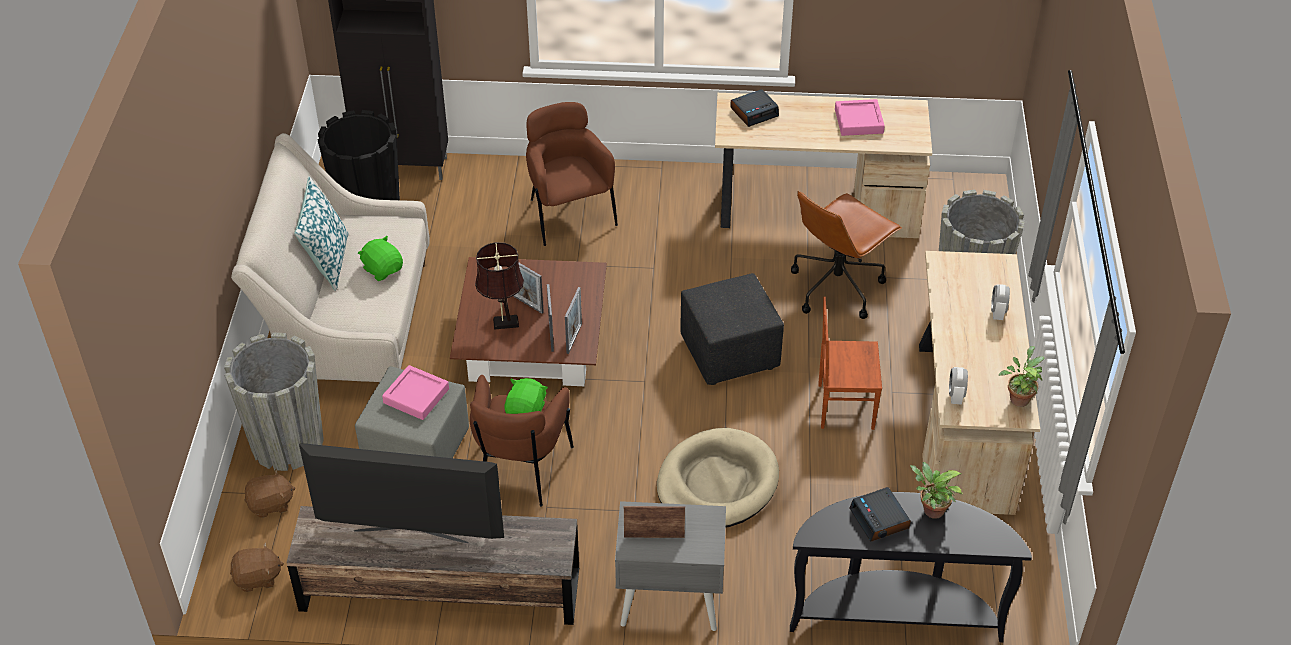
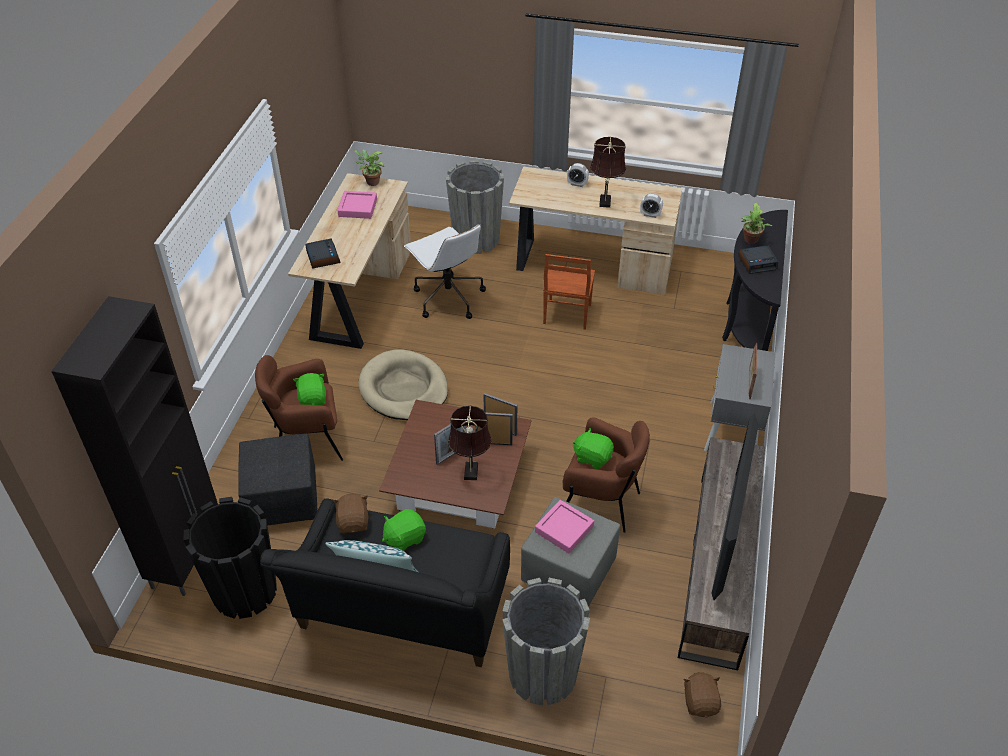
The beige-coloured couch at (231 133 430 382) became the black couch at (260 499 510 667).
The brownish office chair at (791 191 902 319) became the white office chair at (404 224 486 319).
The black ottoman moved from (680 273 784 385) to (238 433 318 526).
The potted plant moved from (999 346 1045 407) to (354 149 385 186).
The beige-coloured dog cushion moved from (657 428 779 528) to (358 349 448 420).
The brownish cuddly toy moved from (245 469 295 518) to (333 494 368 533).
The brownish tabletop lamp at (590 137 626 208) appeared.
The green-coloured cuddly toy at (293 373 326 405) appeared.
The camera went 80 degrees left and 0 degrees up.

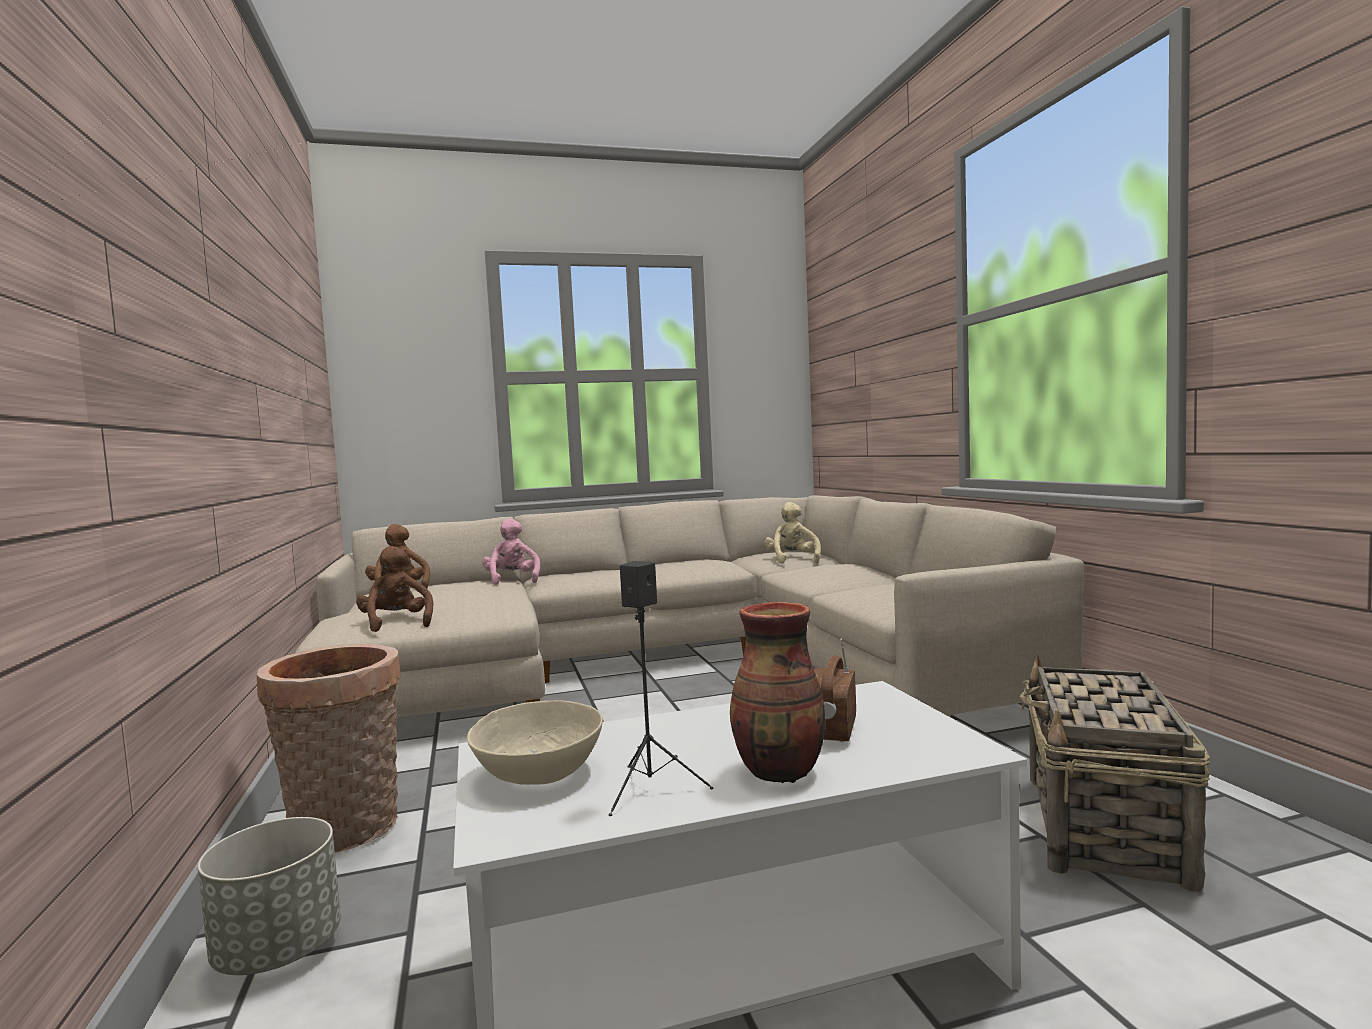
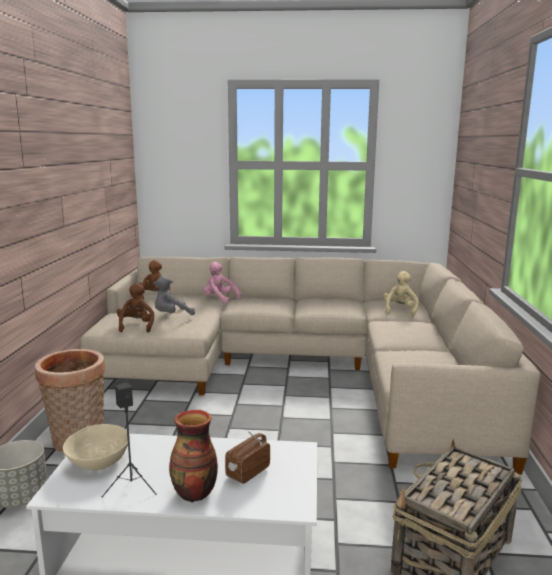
The pink-coloured cuddly toy at (482 518 540 585) turned 60 degrees counterclockwise.
The gray cuddly toy at (153 276 195 315) appeared.
The camera went 20 degrees right and 10 degrees up.

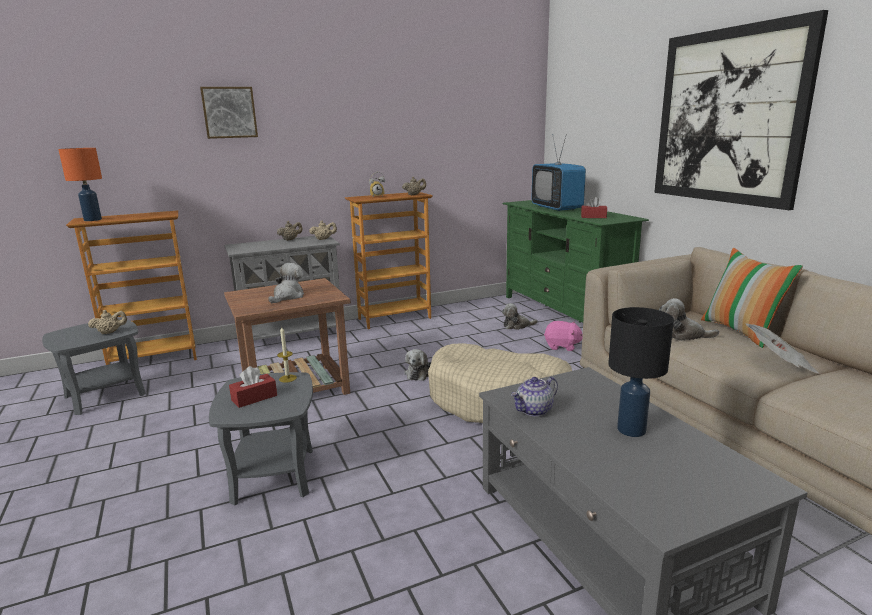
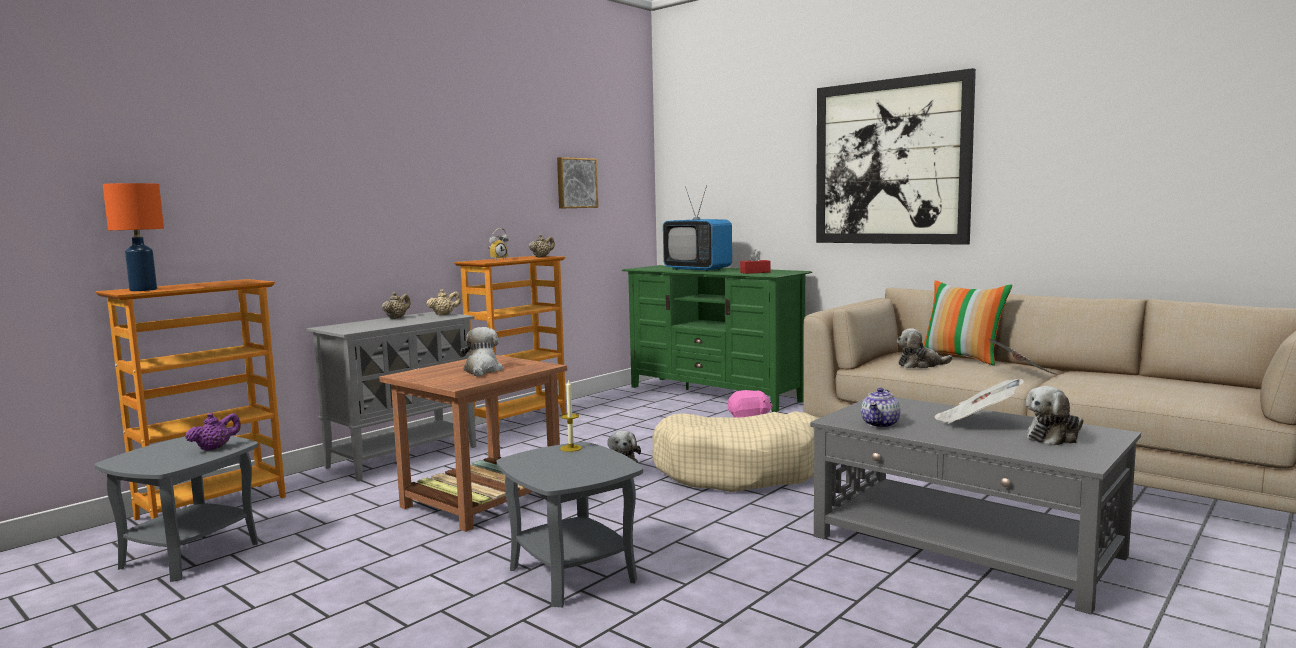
The picture moved from (200 87 258 139) to (557 157 598 209).
The cuddly toy moved from (502 303 538 330) to (1026 386 1083 446).
The black tabletop lamp at (608 307 674 437) was replaced by the printed paper at (934 379 1024 424).
The beige-coloured pot for tea at (88 310 127 334) became the purple pot for tea at (185 413 241 451).
The red-coloured tissue box at (229 366 277 408) disappeared.
The camera went 25 degrees left and 10 degrees down.

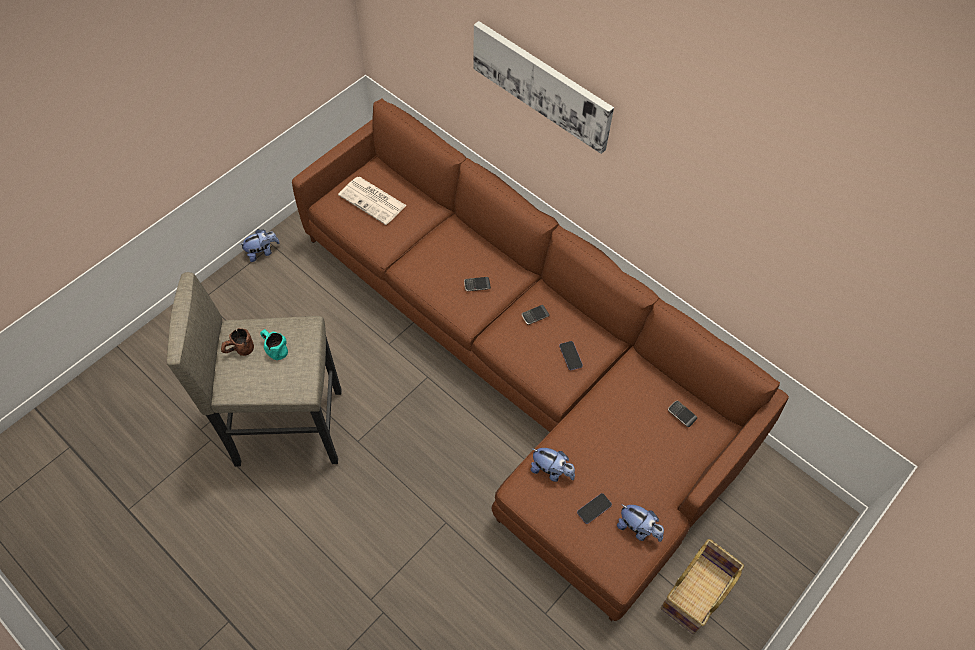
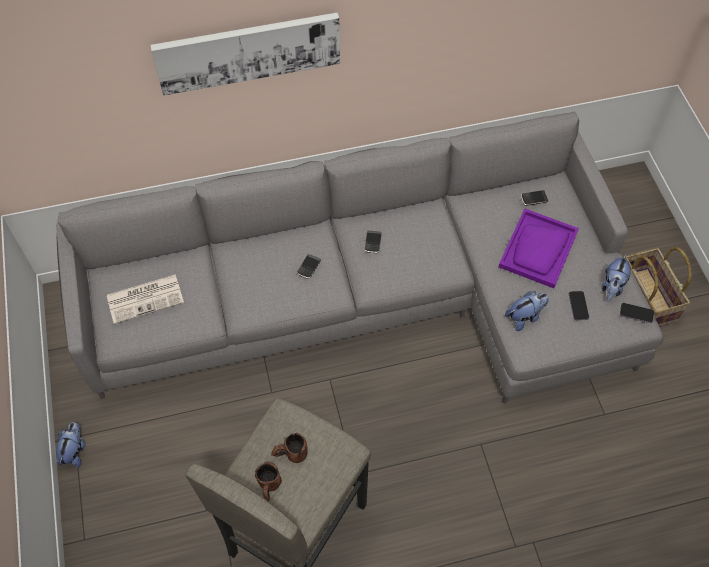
The brownish couch at (292 98 789 621) became the gray couch at (56 111 663 403).
The turquoise-coloured mug at (260 329 288 360) became the brownish mug at (271 433 307 463).
The telephone moved from (559 341 583 370) to (620 303 654 323).
The cuddly toy at (617 504 664 542) turned 135 degrees clockwise.
The purple serving tray at (498 209 579 288) appeared.
The camera went 55 degrees left and 0 degrees up.

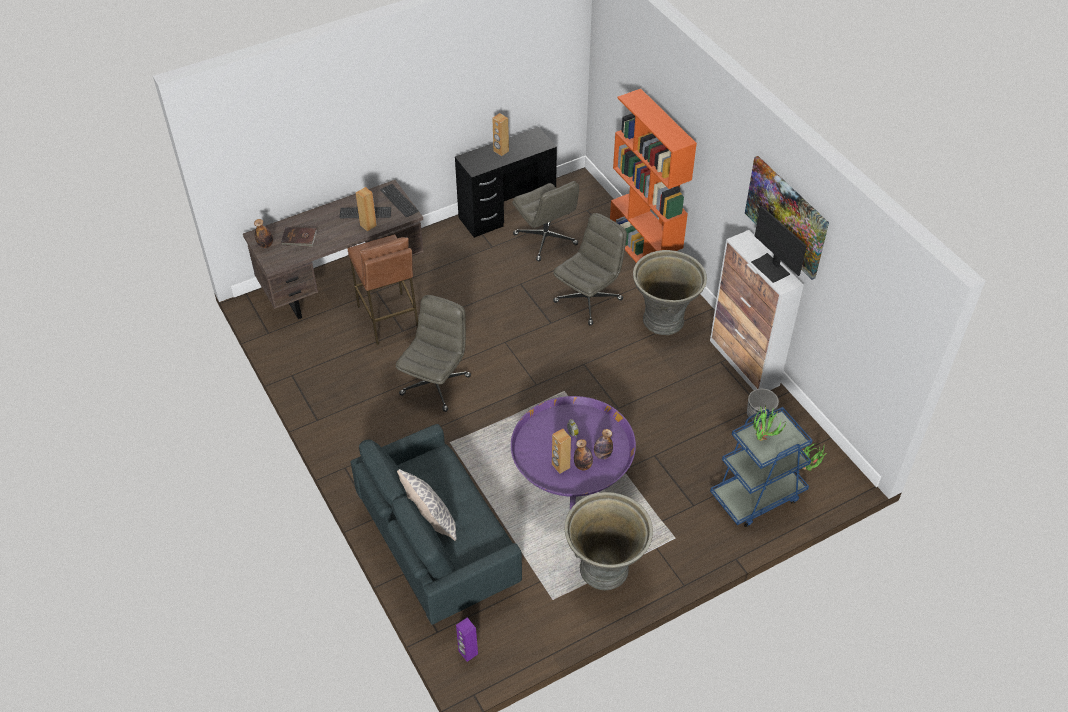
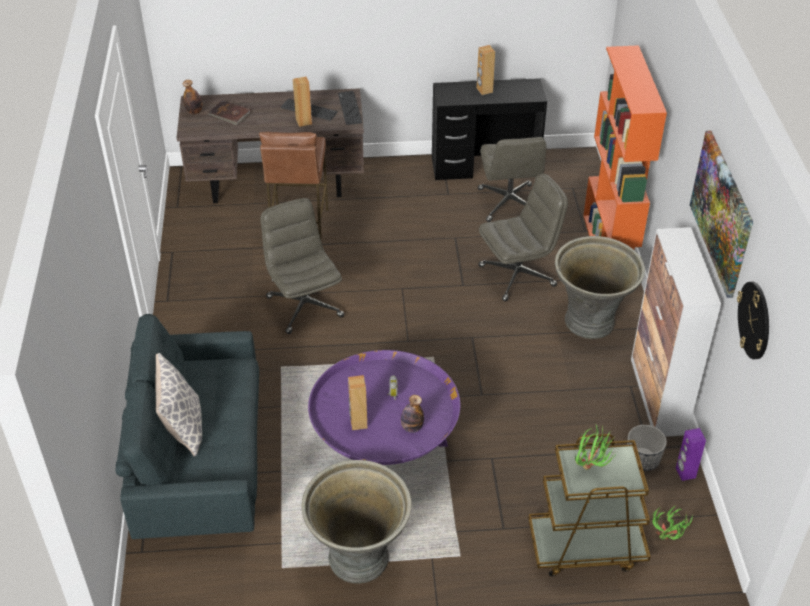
The monitor at (751 206 807 283) disappeared.
The gray office chair at (396 295 471 412) turned 75 degrees counterclockwise.
The blue cart at (710 407 813 527) became the brownish cart at (528 434 651 577).
The drink bottle at (574 439 593 471) disappeared.
The purple loudspeaker moved from (456 617 478 662) to (676 428 706 481).
The clock on the wall at (737 282 769 359) appeared.
The camera went 25 degrees right and 5 degrees down.

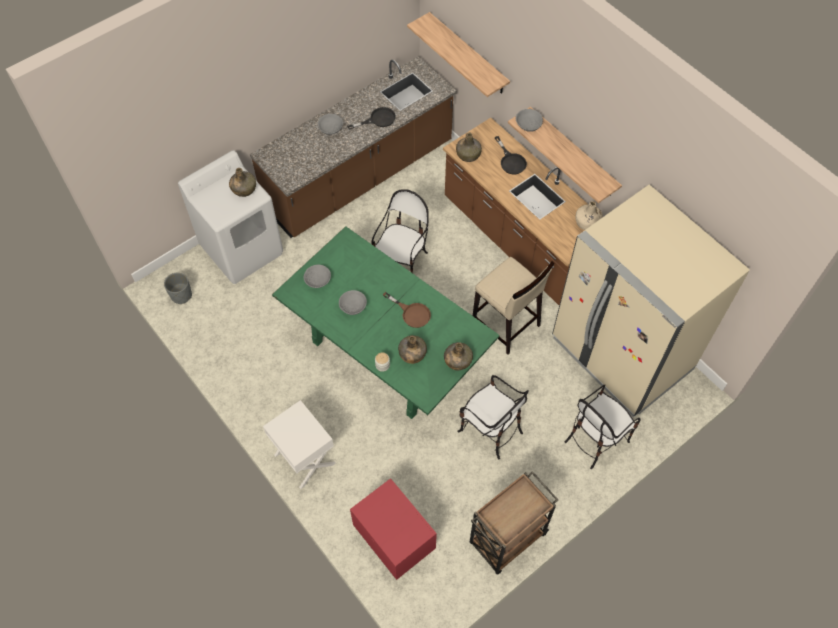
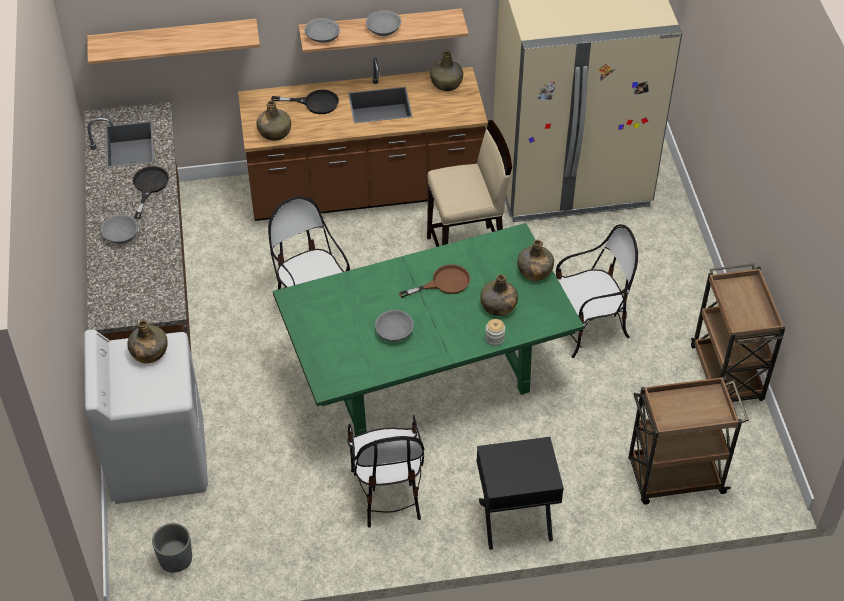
The beige-coloured drink bottle at (575 201 603 230) became the green-coloured drink bottle at (430 51 463 91).
The gray bowl moved from (304 265 331 288) to (366 10 401 36).
The upright chair moved from (565 384 641 469) to (347 415 424 527).
The white night table at (263 400 336 489) became the black night table at (476 437 564 550).
The red-coloured night table at (350 478 437 580) was replaced by the brownish cart at (628 377 749 505).
The camera went 60 degrees left and 10 degrees down.

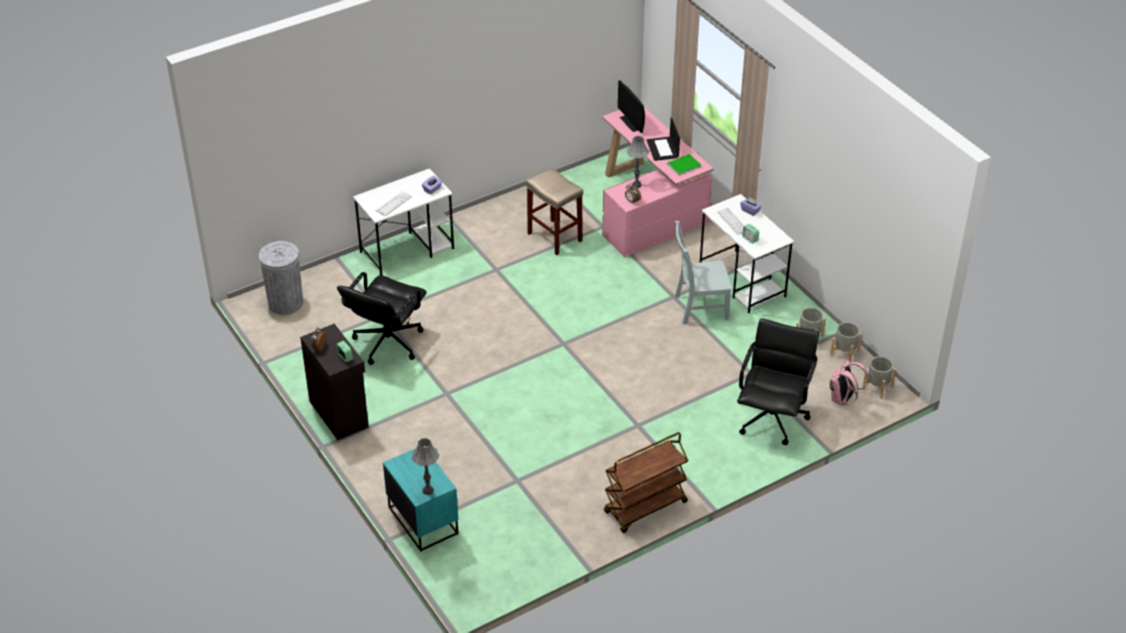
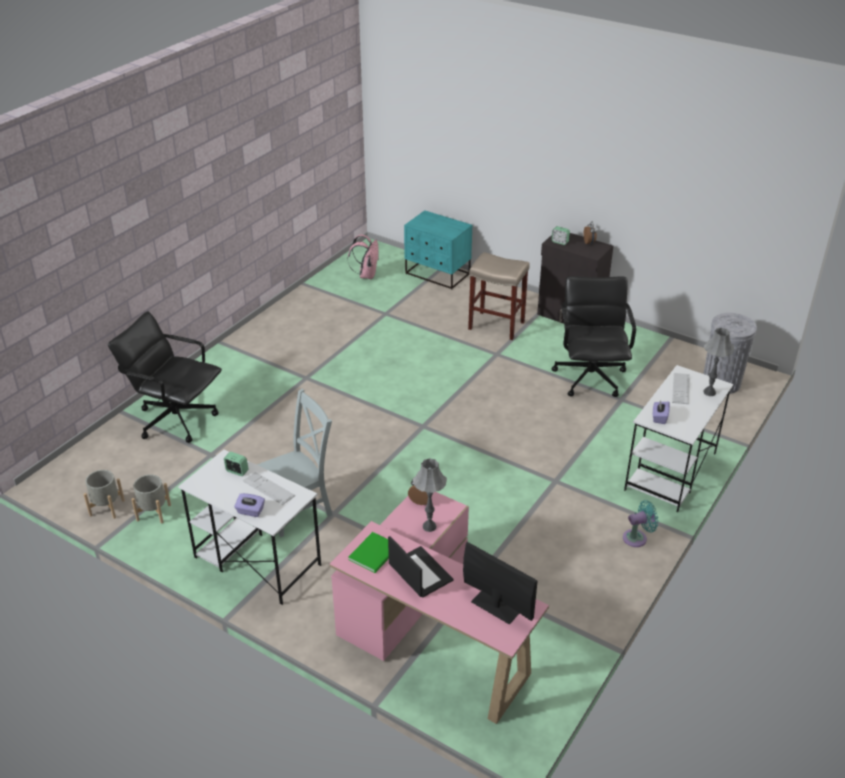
The beige-coloured stool seat moved from (526 167 583 255) to (468 252 530 340).
The black office chair at (737 319 819 445) turned 120 degrees clockwise.
The gray flower pot at (862 356 896 399) disappeared.
The pink-coloured rucksack moved from (830 360 869 406) to (347 234 379 280).
The brownish cart at (604 432 689 533) disappeared.
The gray tabletop lamp moved from (412 438 439 495) to (703 328 734 396).
The turquoise-coloured electric fan at (623 500 658 547) appeared.
The camera went 155 degrees right and 5 degrees down.

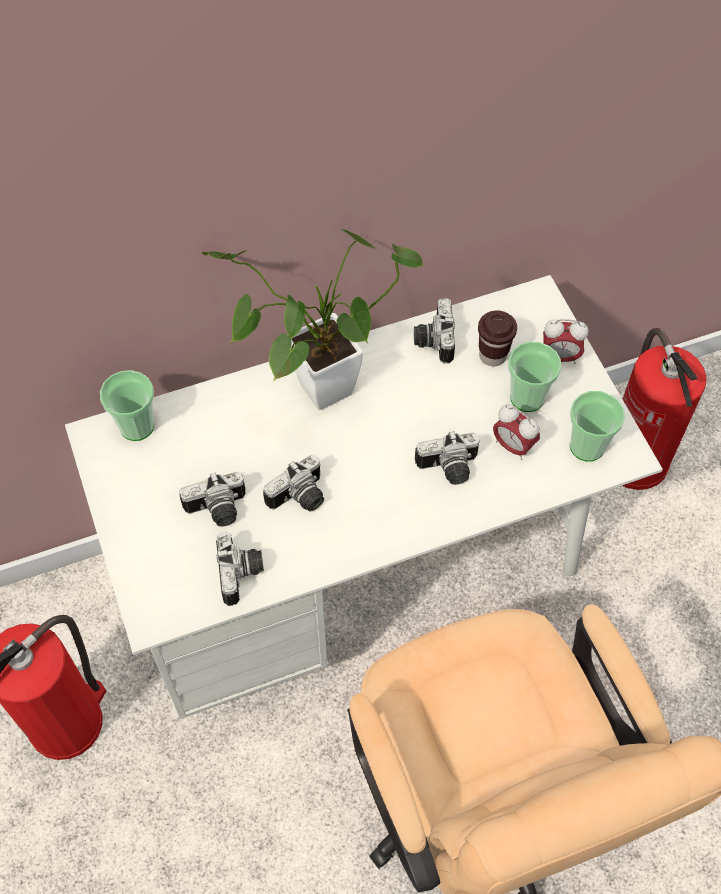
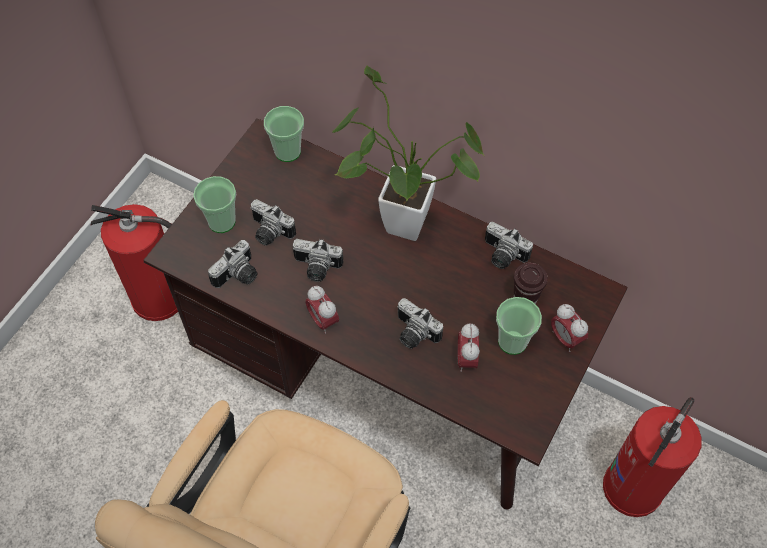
The white desk unit at (65 275 663 720) became the brownish desk unit at (143 118 628 510).
The photo camera at (414 298 455 363) turned 105 degrees counterclockwise.
The drinking cup moved from (570 391 625 462) to (193 176 236 233).
The table clock at (306 286 339 334) appeared.
The camera went 50 degrees right and 0 degrees up.

